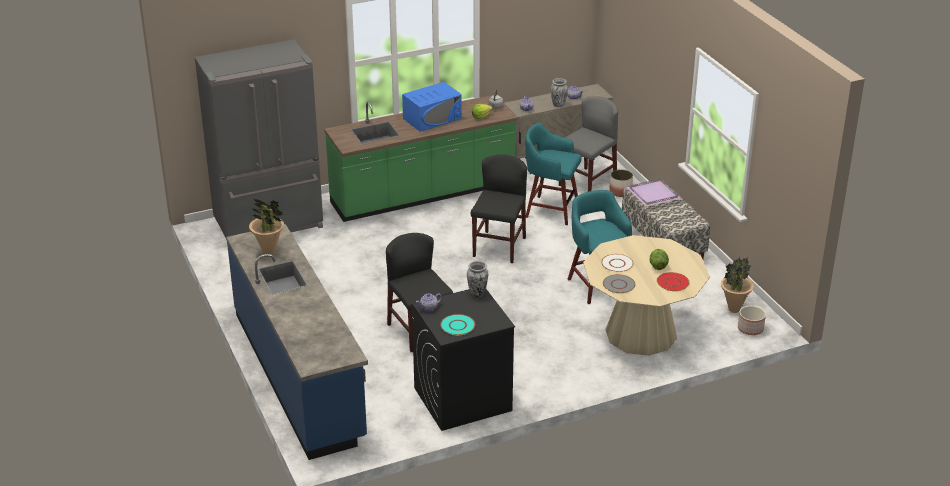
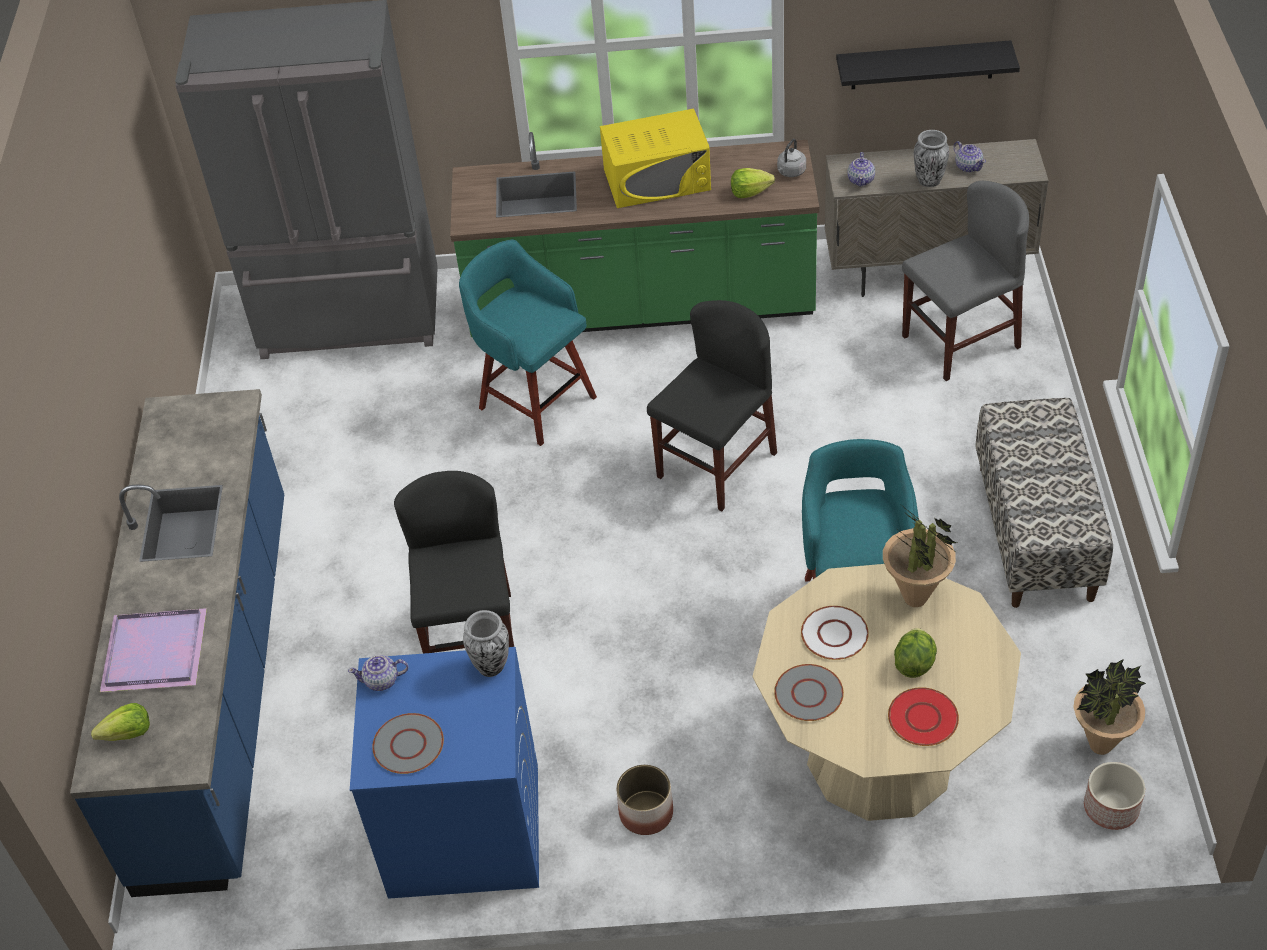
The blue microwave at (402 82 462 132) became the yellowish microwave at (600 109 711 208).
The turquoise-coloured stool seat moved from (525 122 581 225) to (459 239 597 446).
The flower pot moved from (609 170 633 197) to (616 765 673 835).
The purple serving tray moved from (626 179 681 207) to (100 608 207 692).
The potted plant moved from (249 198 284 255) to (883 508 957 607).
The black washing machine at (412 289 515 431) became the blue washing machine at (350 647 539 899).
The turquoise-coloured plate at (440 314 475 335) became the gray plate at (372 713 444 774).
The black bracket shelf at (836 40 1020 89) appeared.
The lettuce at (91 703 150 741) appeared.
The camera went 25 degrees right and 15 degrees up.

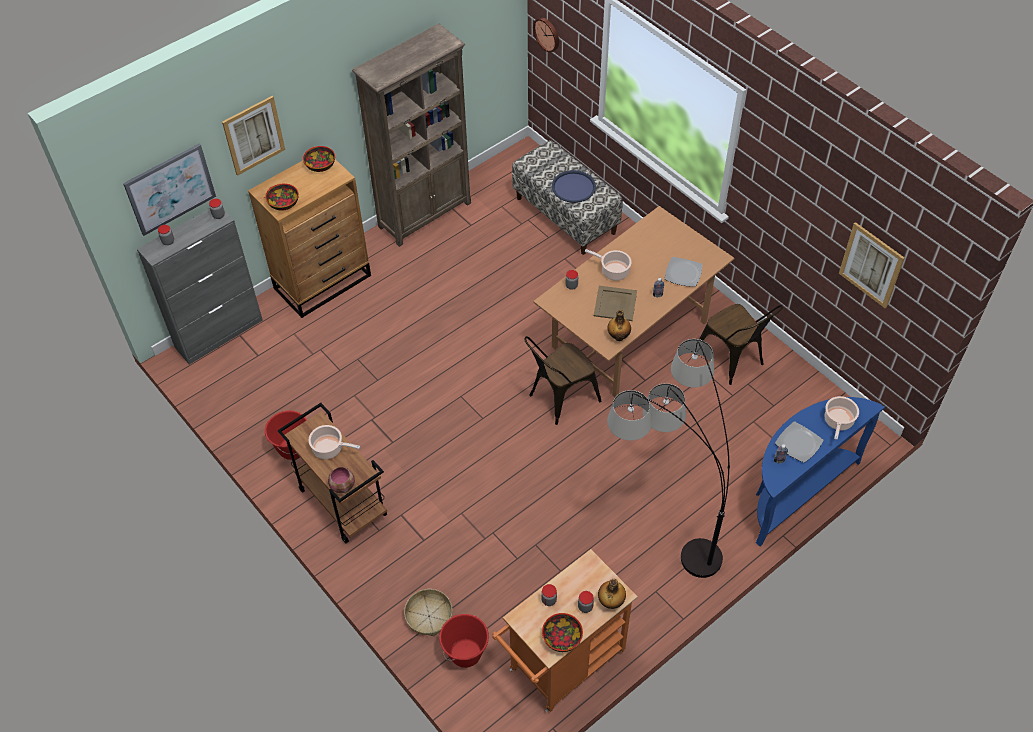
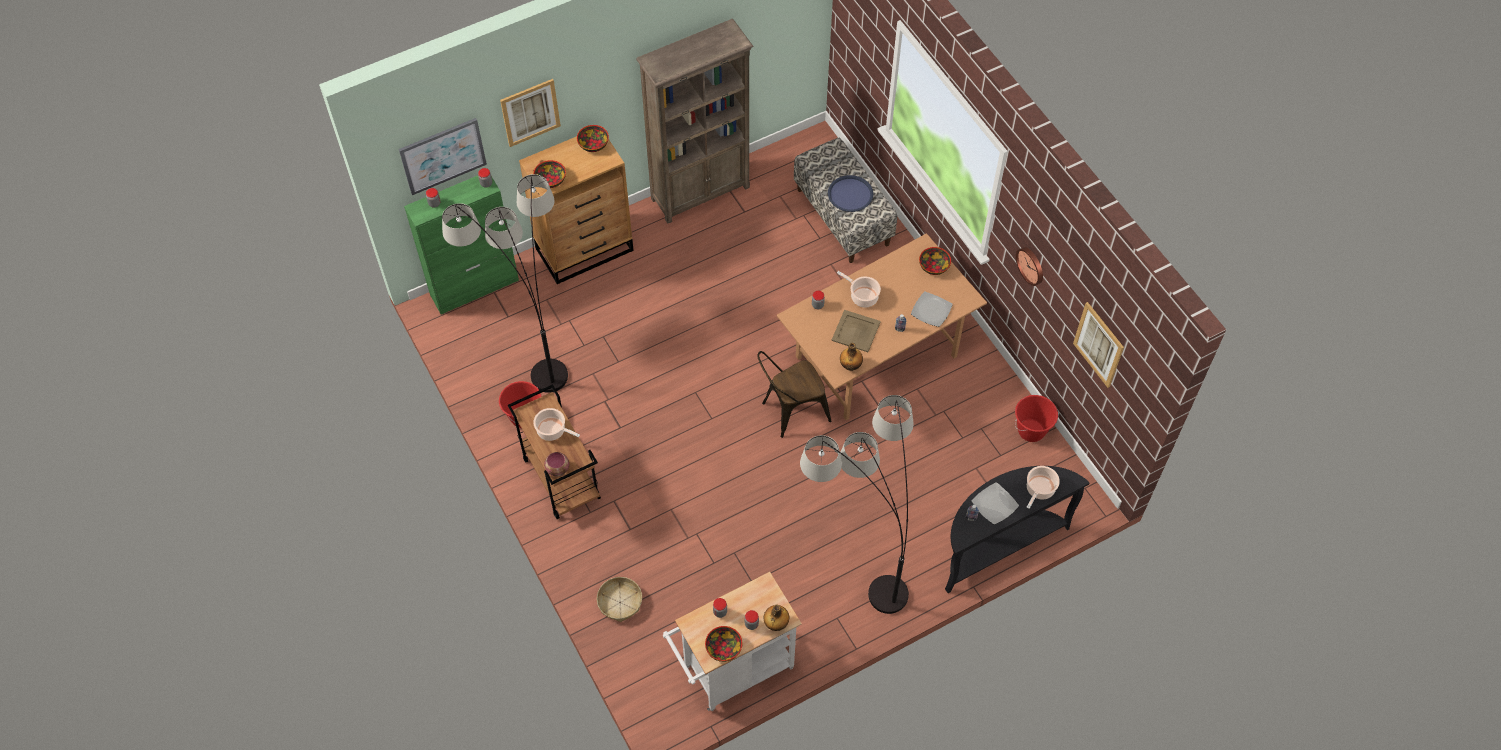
The clock on the wall moved from (533 17 559 52) to (1016 247 1043 286).
The gray cupboard at (137 209 263 364) became the green-coloured cupboard at (404 176 519 314).
The brownish upright chair at (693 304 783 385) disappeared.
The blue console table at (756 397 885 547) became the black console table at (945 466 1090 593).
The orange cart at (492 549 638 712) became the white cart at (663 572 802 711).
The red-coloured bucket moved from (439 614 489 668) to (1015 395 1058 442).
The standing lamp at (442 174 568 393) appeared.
The bowl at (919 247 951 275) appeared.
The camera went 10 degrees right and 5 degrees up.

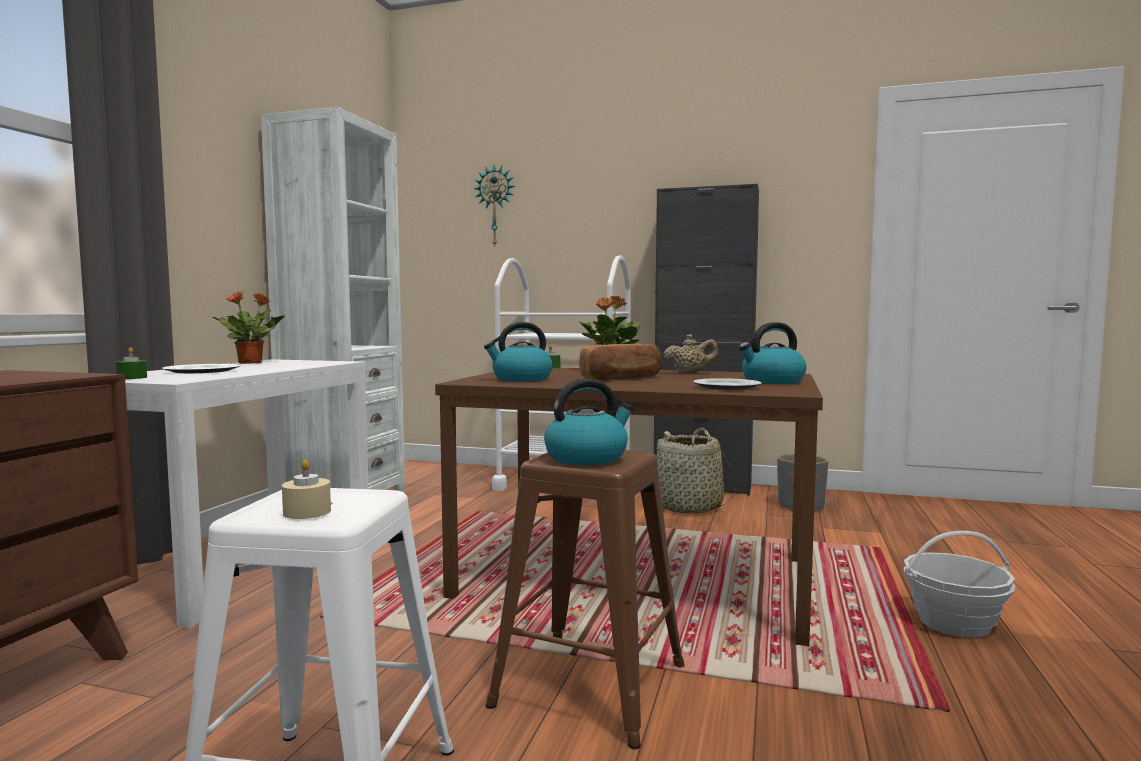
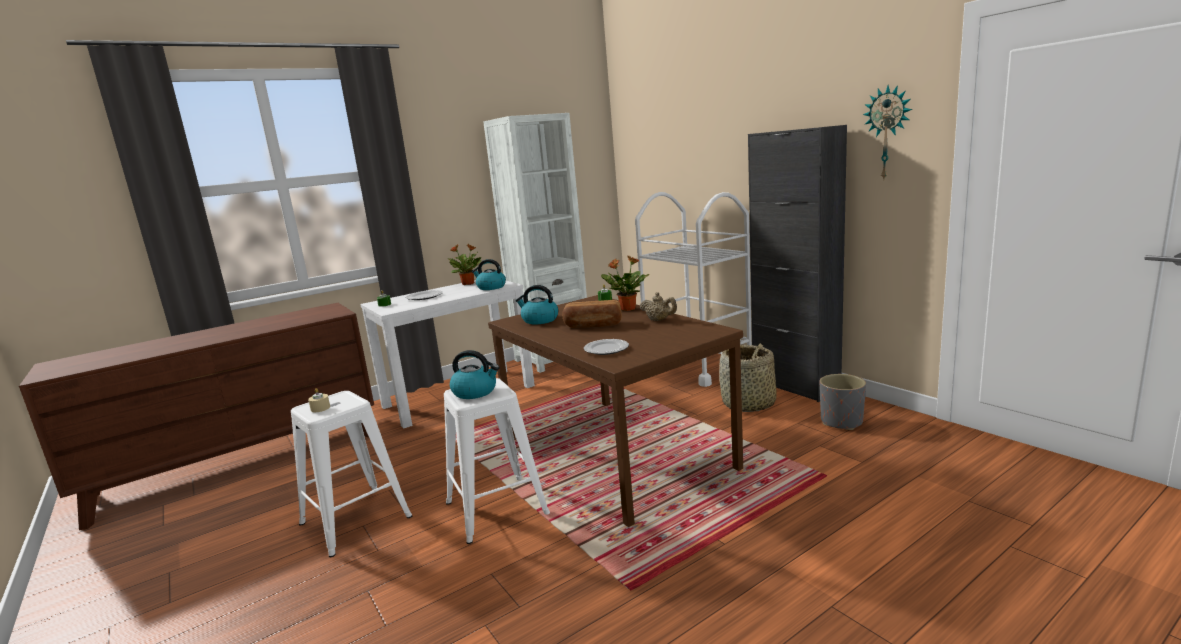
The clock on the wall moved from (473 165 515 248) to (863 85 912 179).
The kettle moved from (739 322 807 384) to (472 259 506 290).
The brownish stool seat at (485 450 685 749) became the white stool seat at (444 378 550 544).
The household basket at (904 531 1016 638) disappeared.
The camera went 40 degrees right and 10 degrees up.

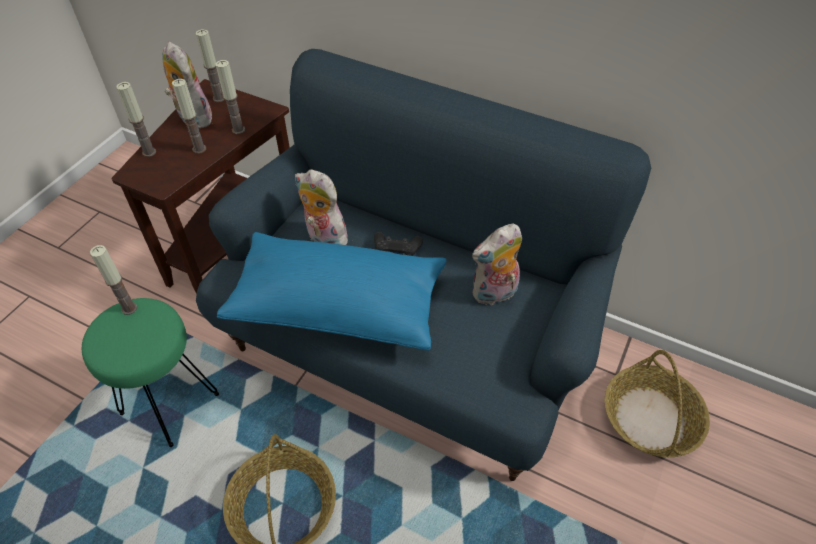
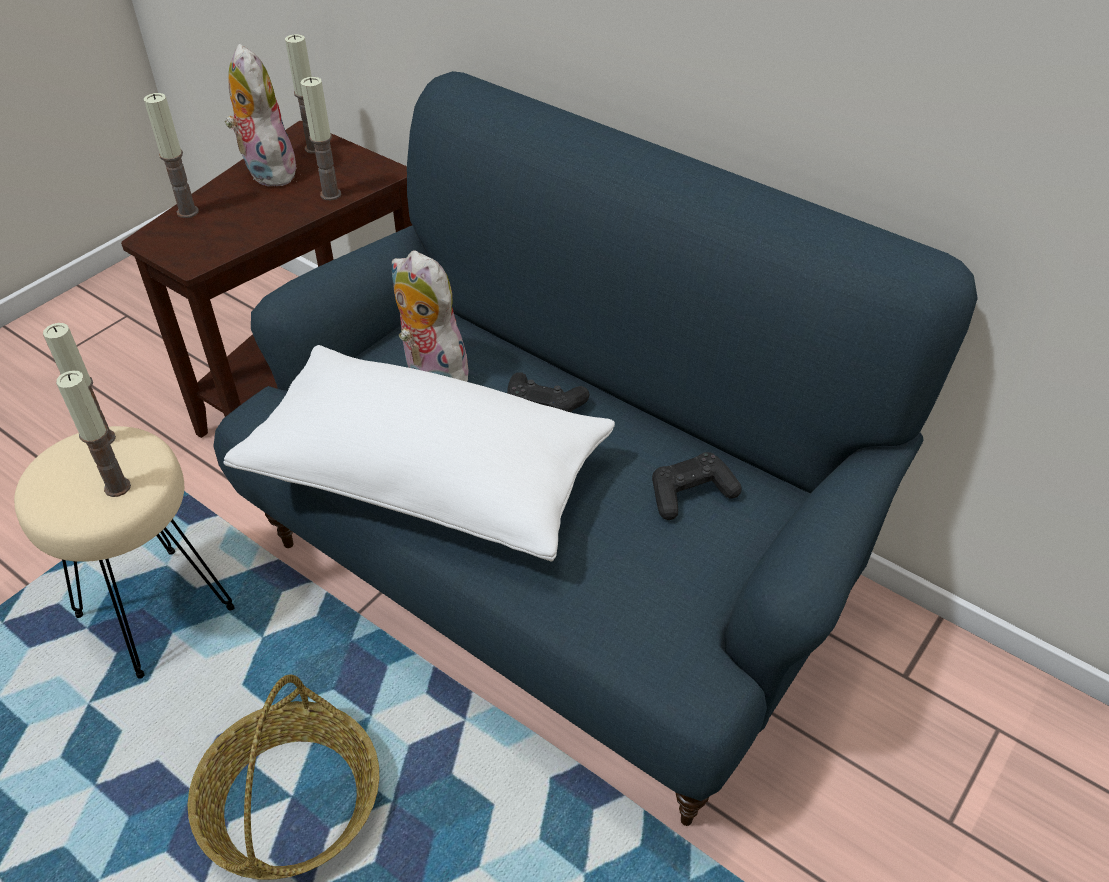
The candle moved from (172 79 206 154) to (56 370 131 497).
The cuddly toy at (472 224 522 305) was replaced by the black game controller at (652 452 741 520).
The blue pillow at (217 232 447 351) became the white pillow at (223 345 615 562).
The green-coloured stool seat at (82 298 219 447) became the beige-coloured stool seat at (14 426 235 679).
The household basket at (605 350 710 458) disappeared.
The camera went 10 degrees right and 5 degrees down.

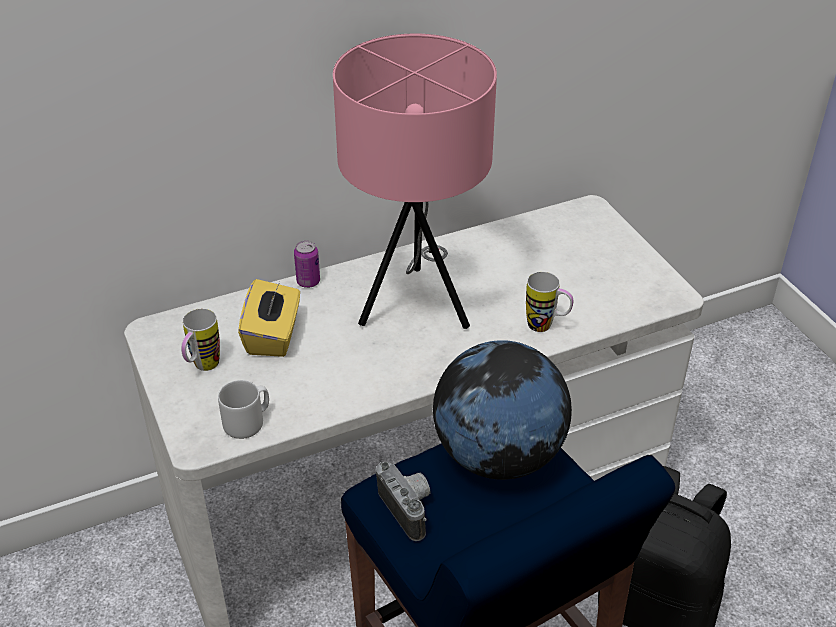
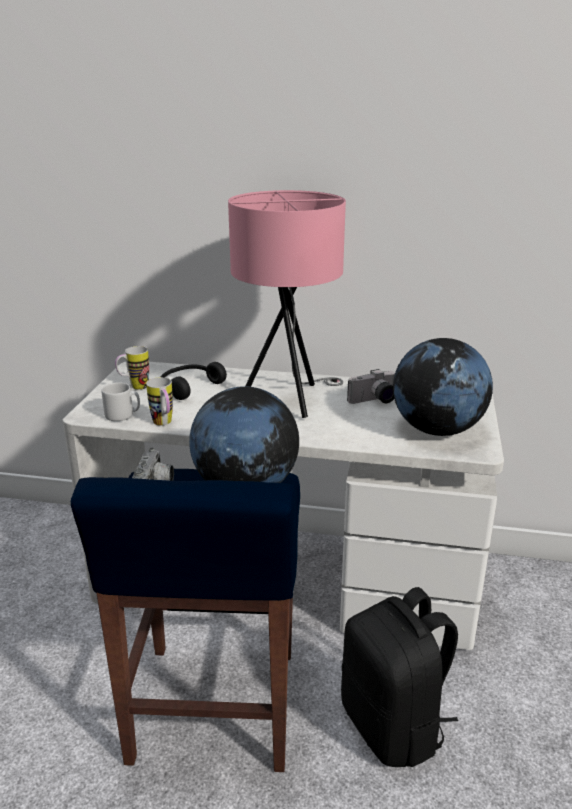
The can at (294 241 320 288) disappeared.
The mug moved from (526 272 573 332) to (146 377 173 426).
The yellowish tissue box at (238 279 300 357) was replaced by the black headset at (161 362 227 400).
The world globe at (393 338 493 436) appeared.
The photo camera at (347 369 395 404) appeared.
The camera went 35 degrees right and 15 degrees down.

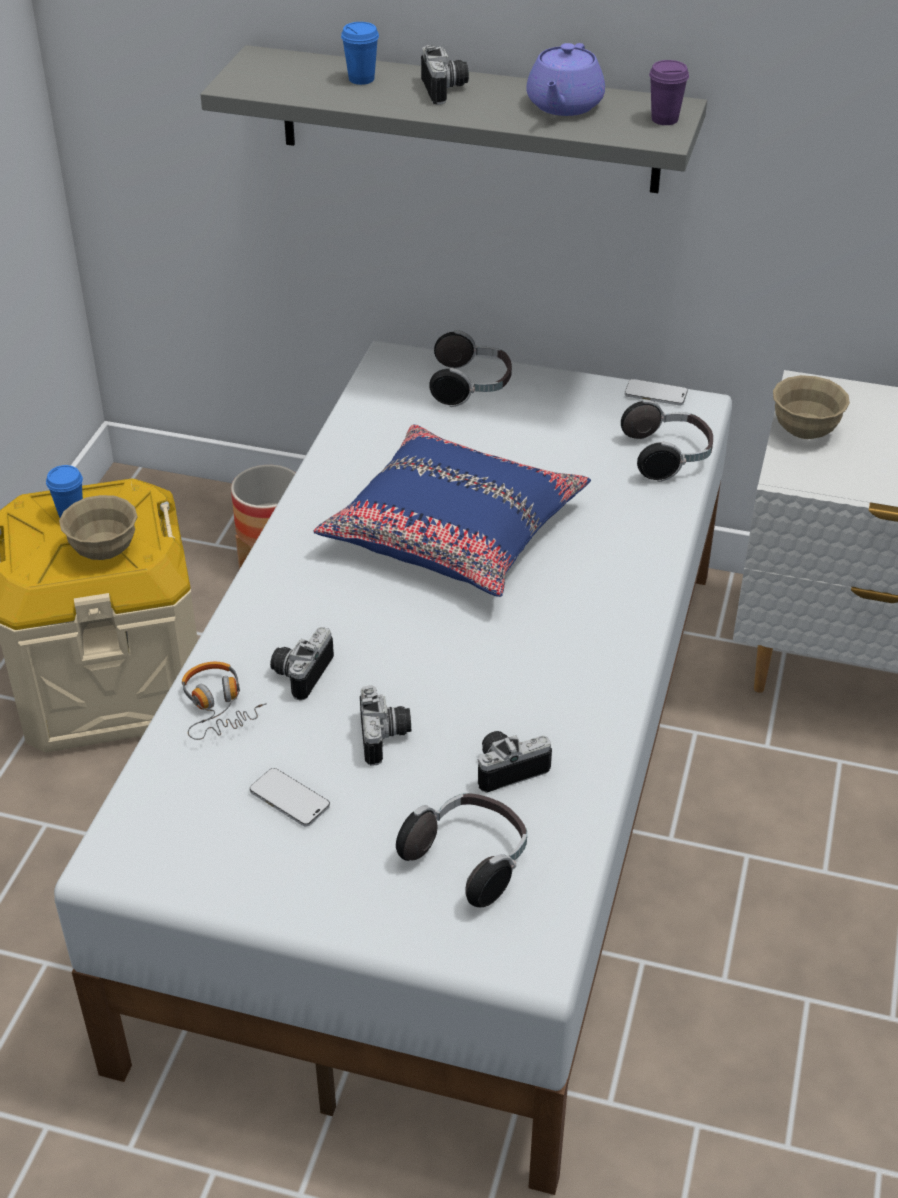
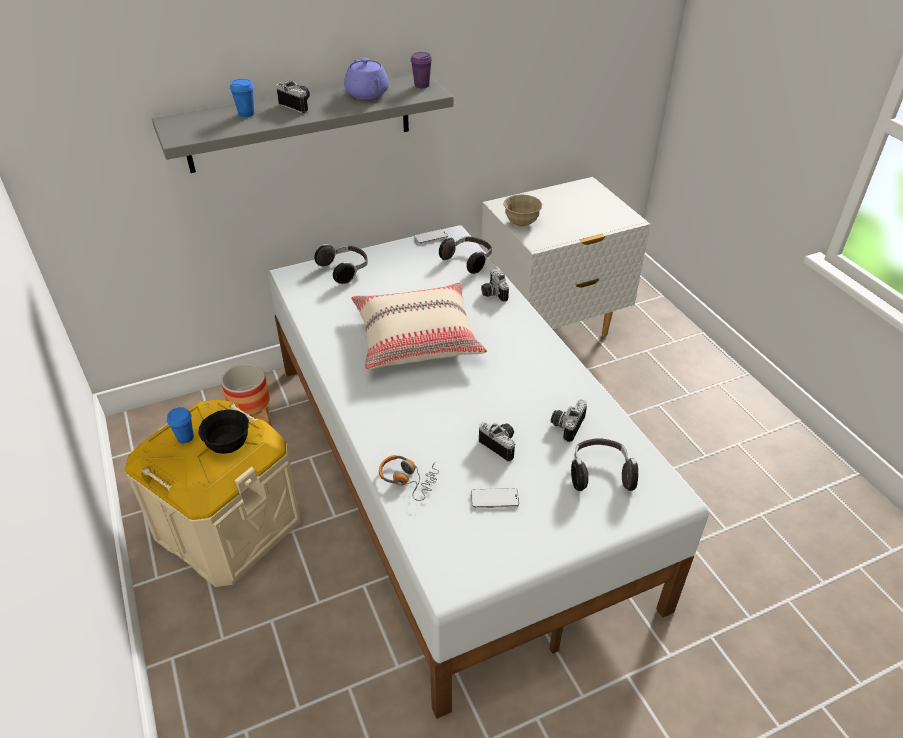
The blue pillow at (313 424 591 597) became the beige-coloured pillow at (351 282 487 370).
The beige-coloured bowl at (59 495 138 560) became the black bowl at (198 409 249 454).
The photo camera moved from (270 627 334 701) to (481 268 509 302).
The camera went 40 degrees left and 0 degrees up.

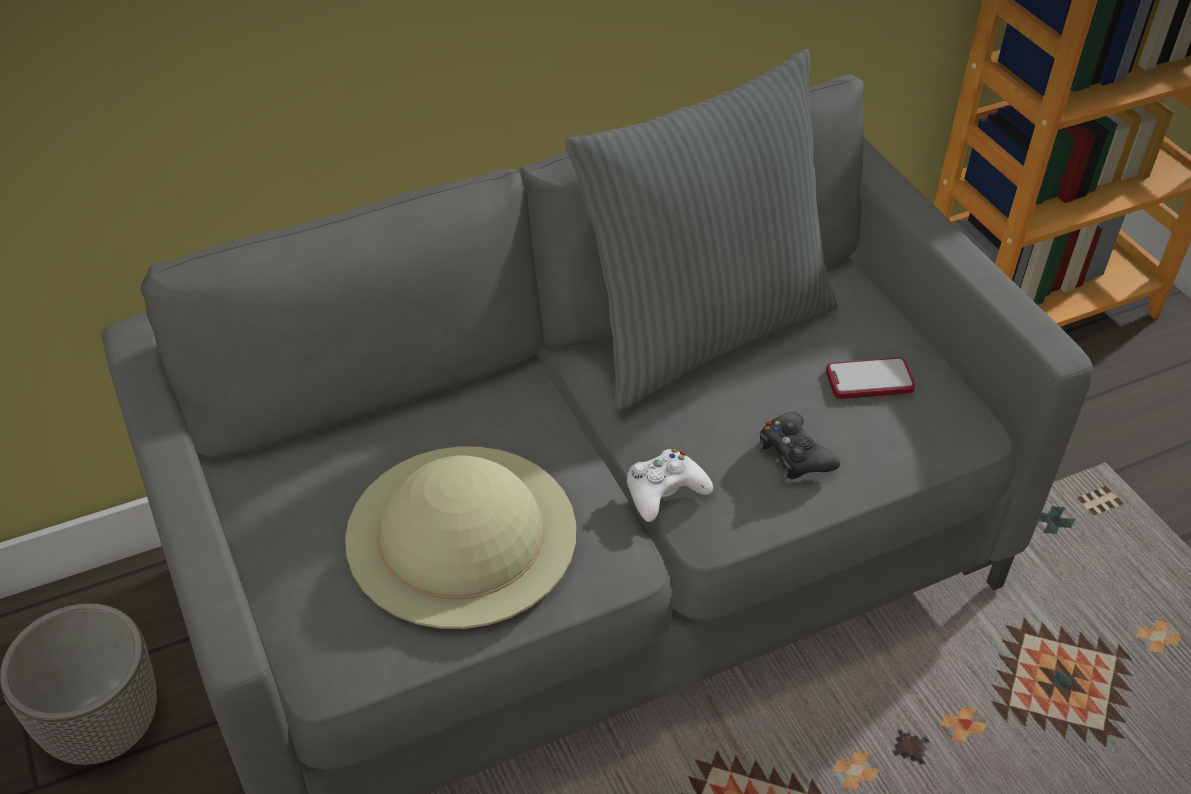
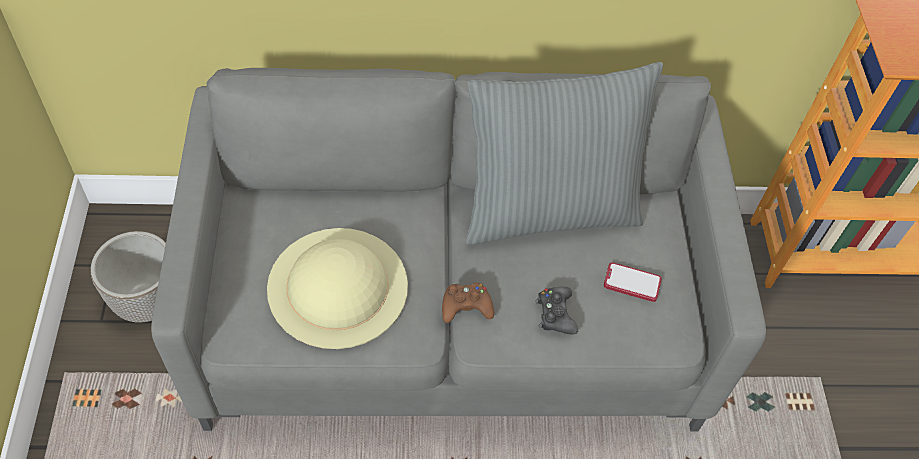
The white game controller at (627 449 713 522) became the brownish game controller at (442 282 494 323).
The camera went 20 degrees right and 10 degrees up.

